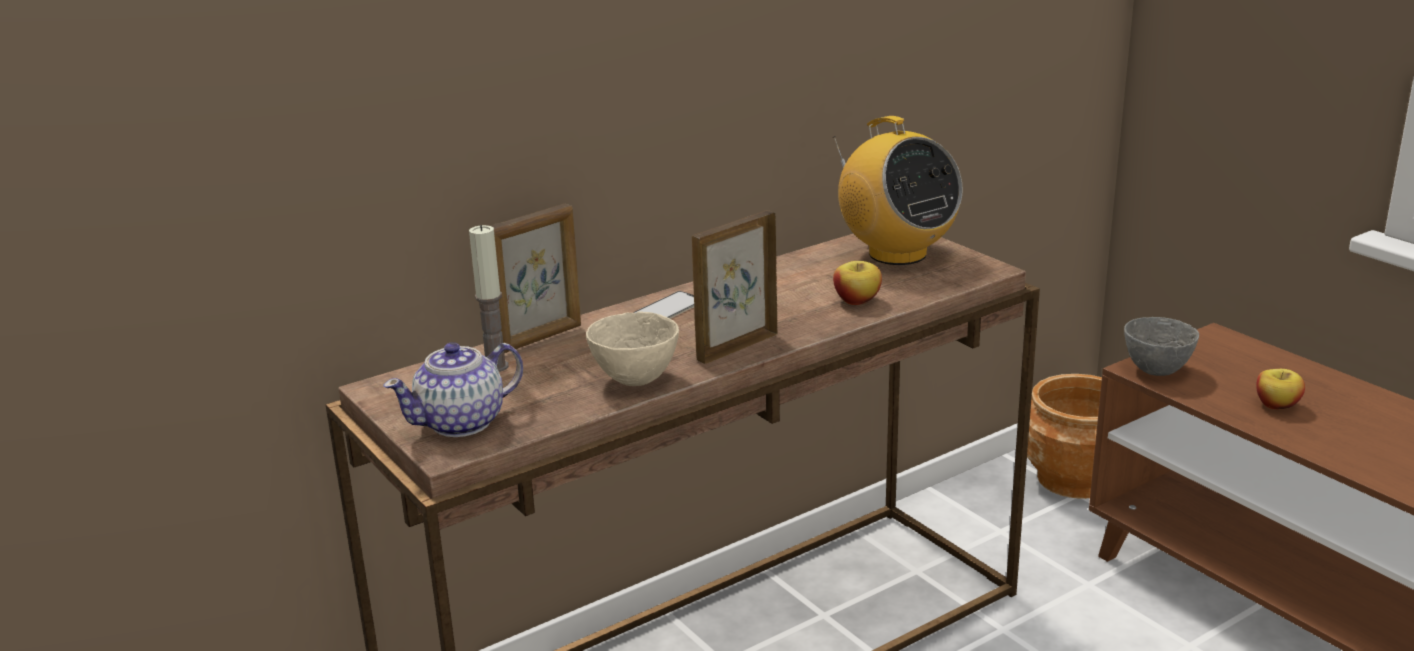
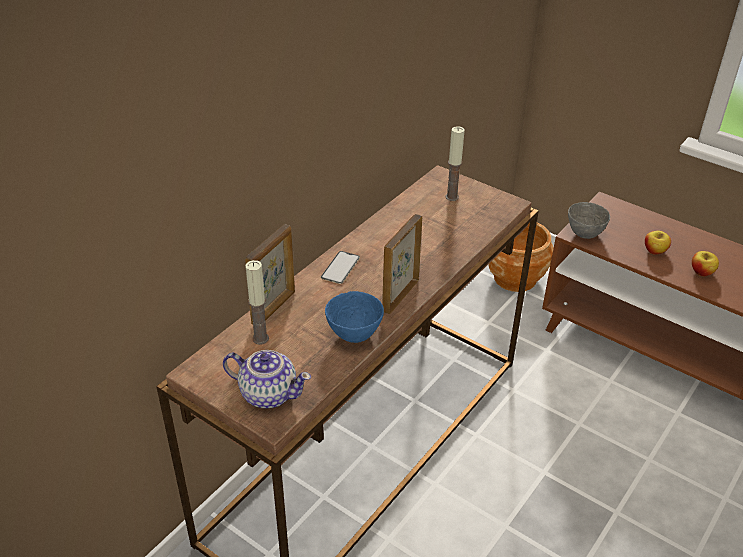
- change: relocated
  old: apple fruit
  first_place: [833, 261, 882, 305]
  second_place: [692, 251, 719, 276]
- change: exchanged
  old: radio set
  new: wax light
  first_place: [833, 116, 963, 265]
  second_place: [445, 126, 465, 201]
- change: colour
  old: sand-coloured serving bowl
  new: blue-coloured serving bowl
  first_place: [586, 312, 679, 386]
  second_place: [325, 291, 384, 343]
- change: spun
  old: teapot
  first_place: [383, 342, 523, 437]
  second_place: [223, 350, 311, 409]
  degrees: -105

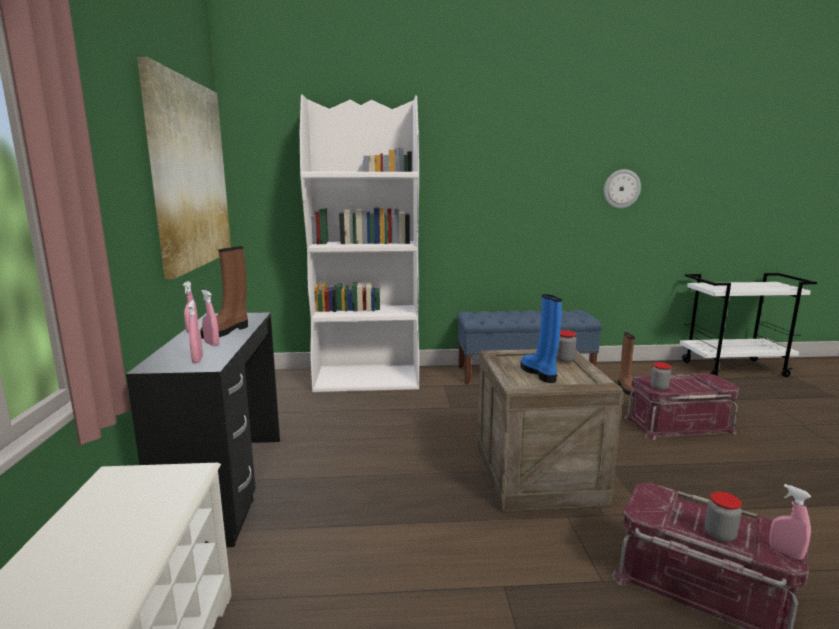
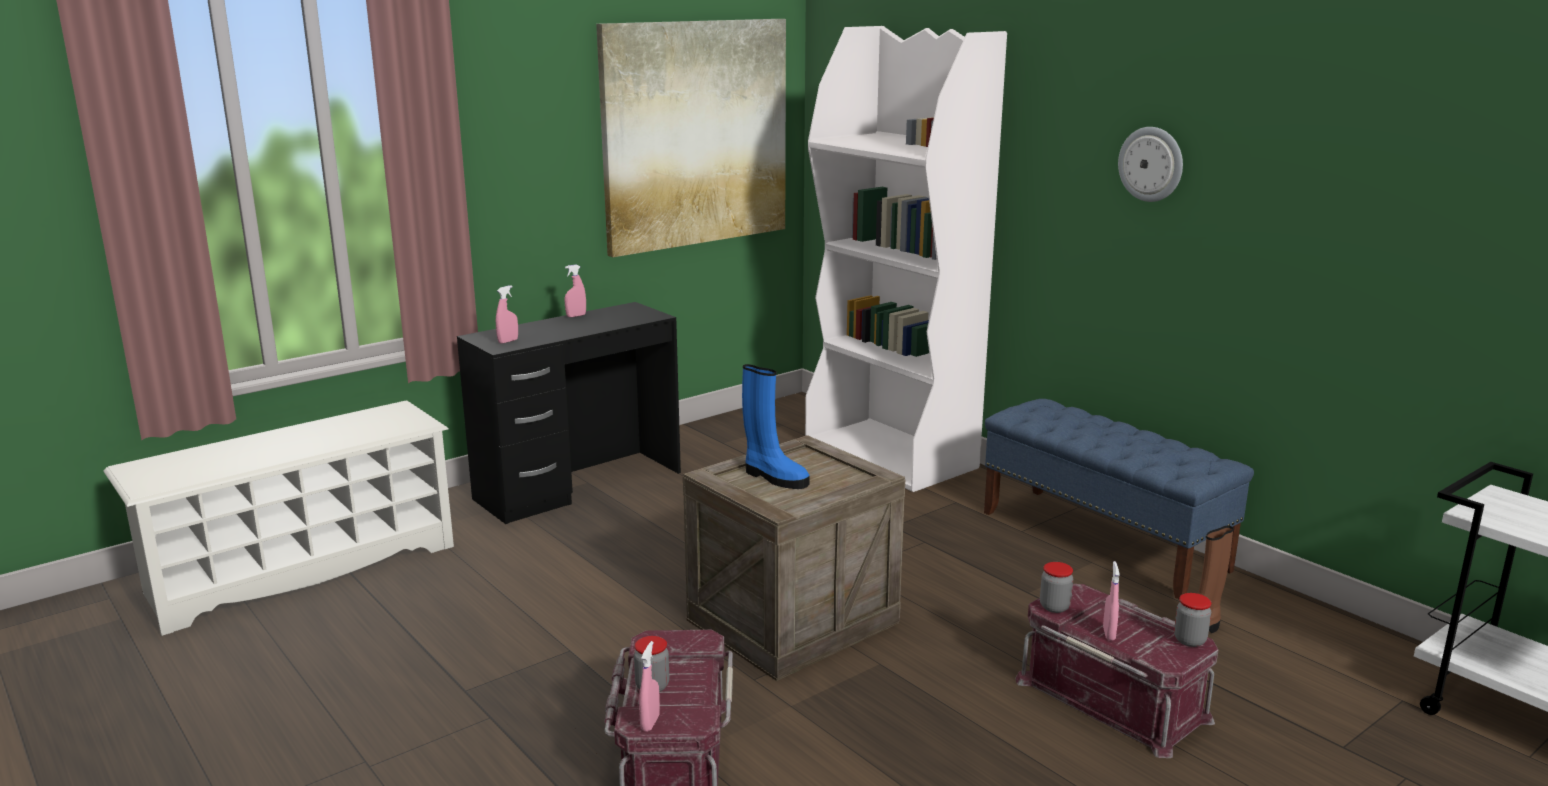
- change: missing
  old: brownish tall boot
  first_place: [200, 246, 248, 339]
- change: relocated
  old: pinkish spray bottle
  first_place: [201, 290, 219, 346]
  second_place: [1103, 561, 1120, 640]
- change: relocated
  old: storage jar
  first_place: [556, 330, 577, 363]
  second_place: [1174, 593, 1211, 647]
- change: relocated
  old: clock on the wall
  first_place: [603, 169, 641, 209]
  second_place: [1118, 127, 1183, 202]
- change: spun
  old: blue-coloured tall boot
  first_place: [520, 294, 562, 383]
  second_place: [742, 364, 810, 489]
  degrees: 90

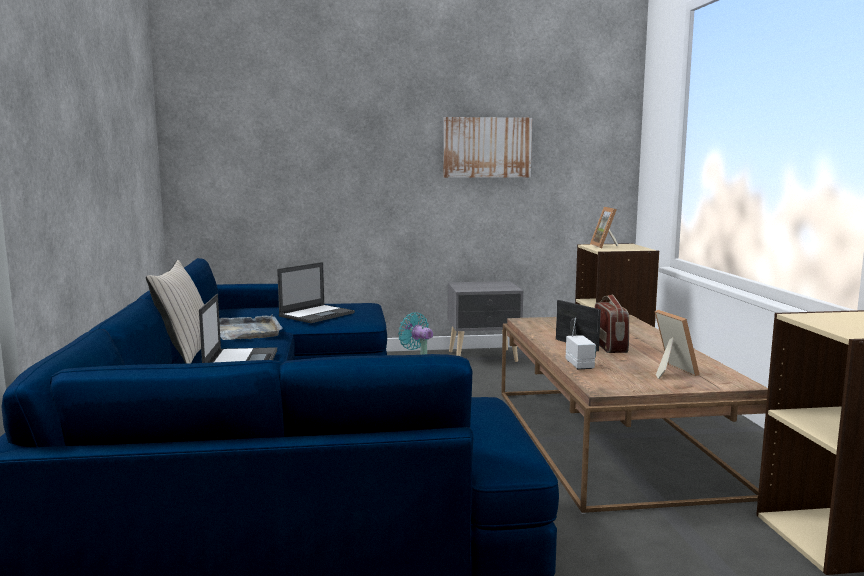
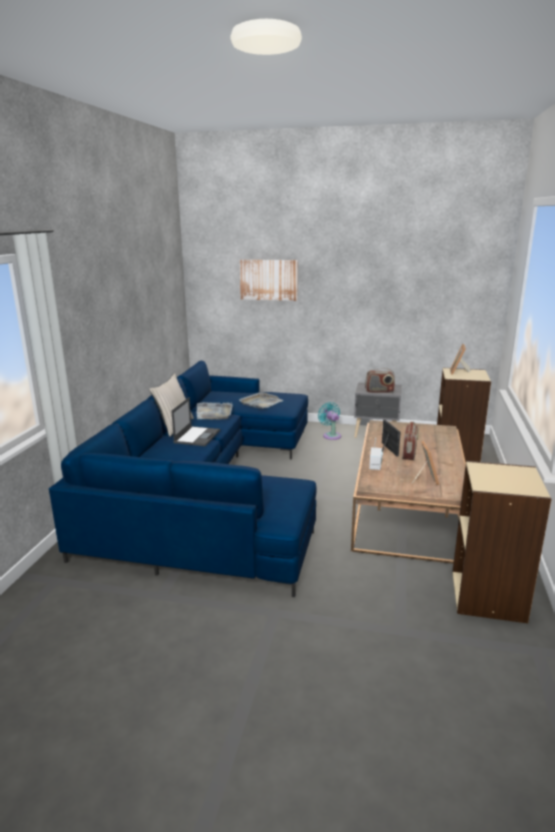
- change: appeared
  new: radio set
  second_place: [365, 368, 395, 393]
- change: relocated
  old: wall picture
  first_place: [444, 117, 532, 178]
  second_place: [240, 259, 298, 301]
- change: exchanged
  old: portable computer
  new: greyish serving tray
  first_place: [277, 262, 355, 323]
  second_place: [239, 392, 283, 409]

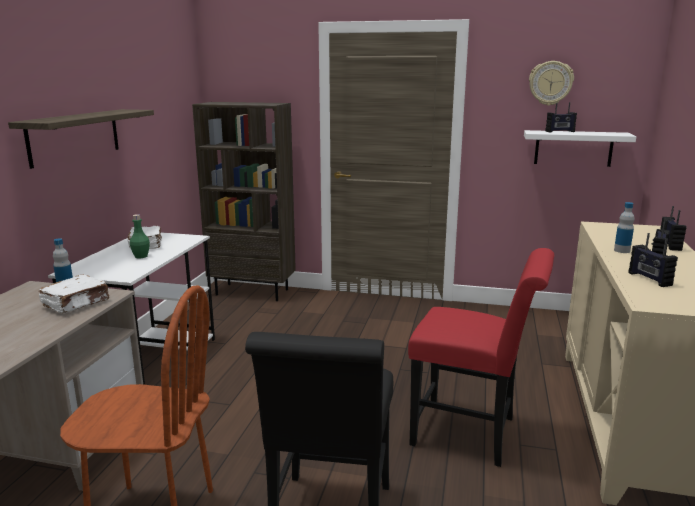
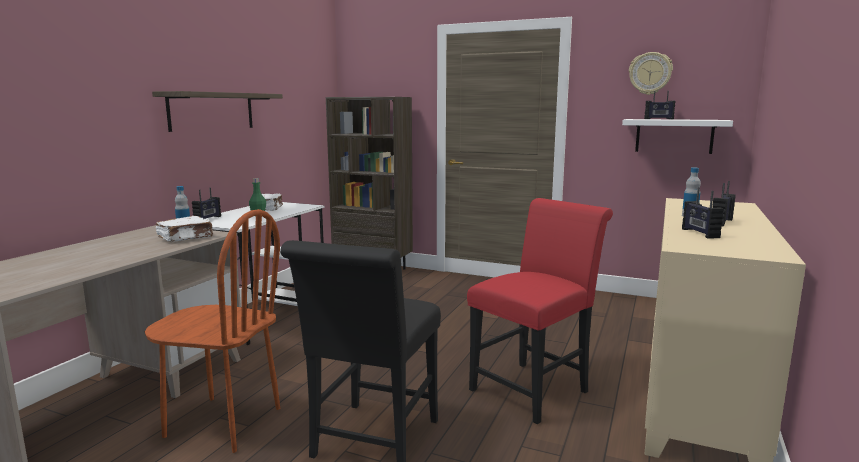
- change: relocated
  old: radio set
  first_place: [660, 206, 687, 251]
  second_place: [192, 188, 221, 219]
- change: spun
  old: red upright chair
  first_place: [408, 248, 554, 467]
  second_place: [467, 198, 613, 424]
  degrees: -75

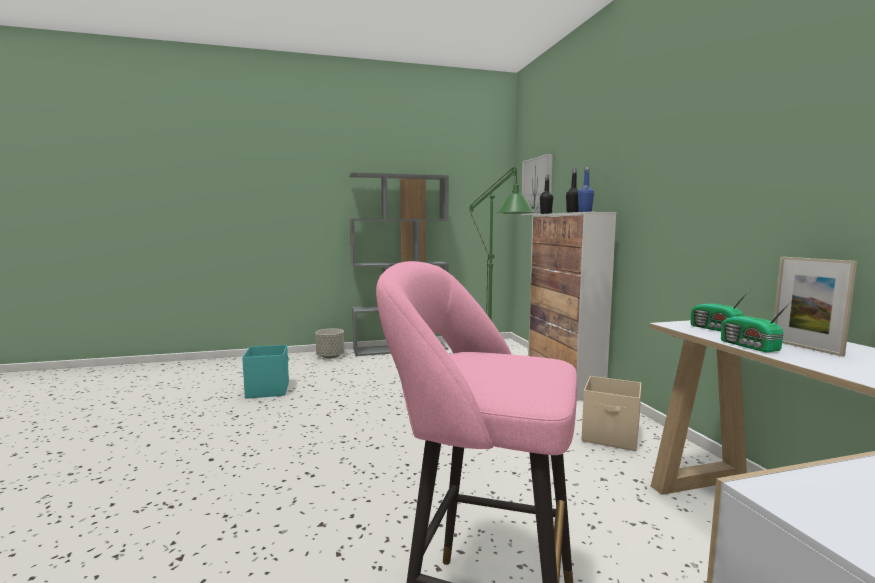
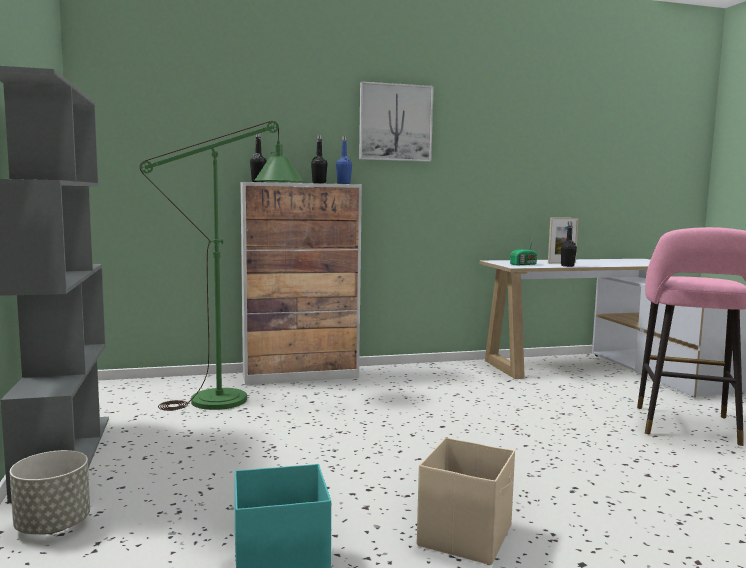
- change: relocated
  old: wall picture
  first_place: [521, 154, 553, 216]
  second_place: [359, 81, 434, 162]
- change: relocated
  old: sand-coloured storage container
  first_place: [582, 376, 641, 451]
  second_place: [417, 438, 515, 565]
- change: exchanged
  old: radio set
  new: black drink bottle
  first_place: [721, 300, 792, 353]
  second_place: [561, 222, 577, 267]

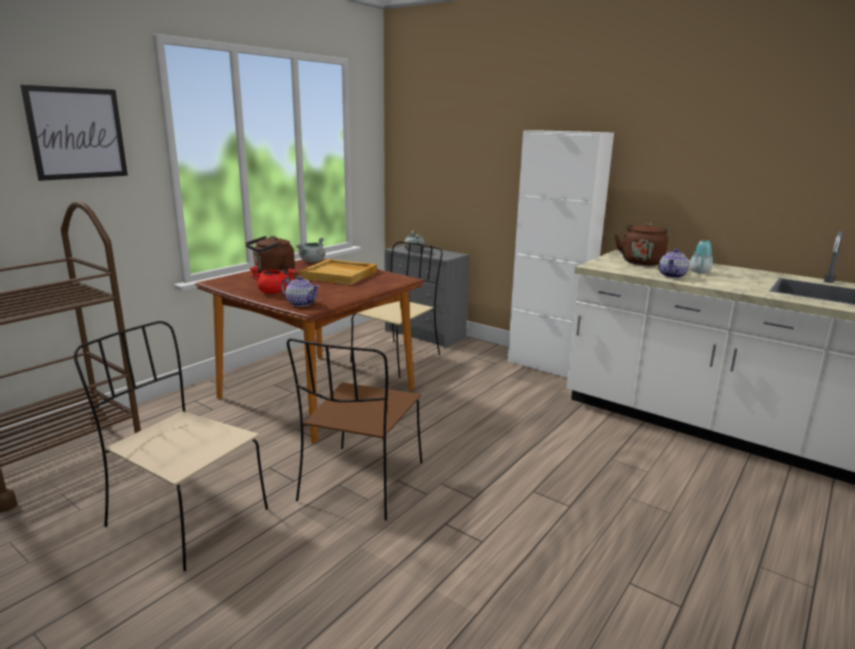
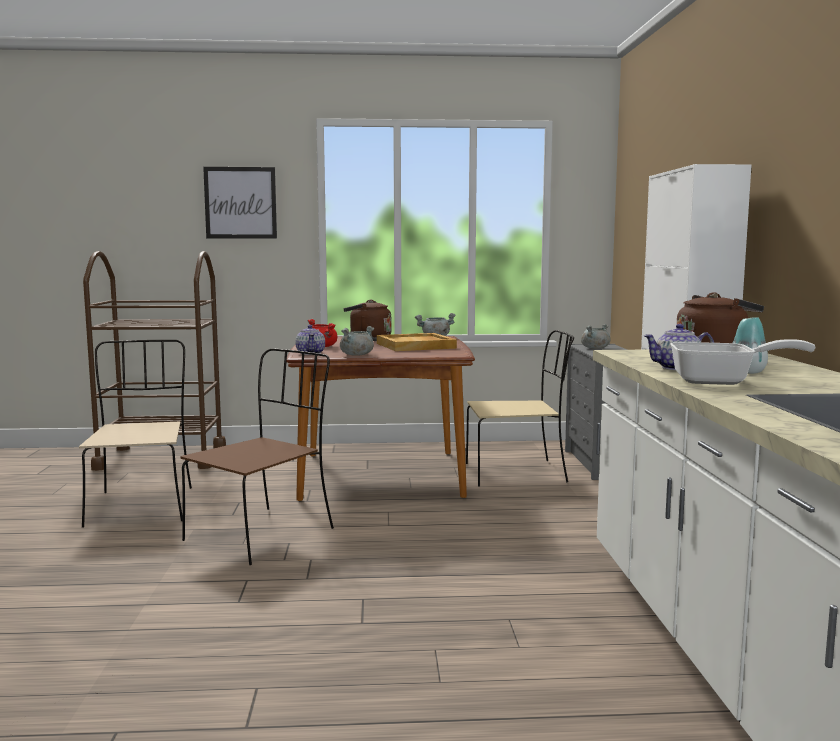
- change: appeared
  new: greyish saucepot
  second_place: [340, 326, 374, 356]
- change: appeared
  new: pan
  second_place: [670, 339, 816, 385]
- change: spun
  old: brownish upright chair
  first_place: [287, 338, 422, 520]
  second_place: [181, 348, 334, 565]
  degrees: 150

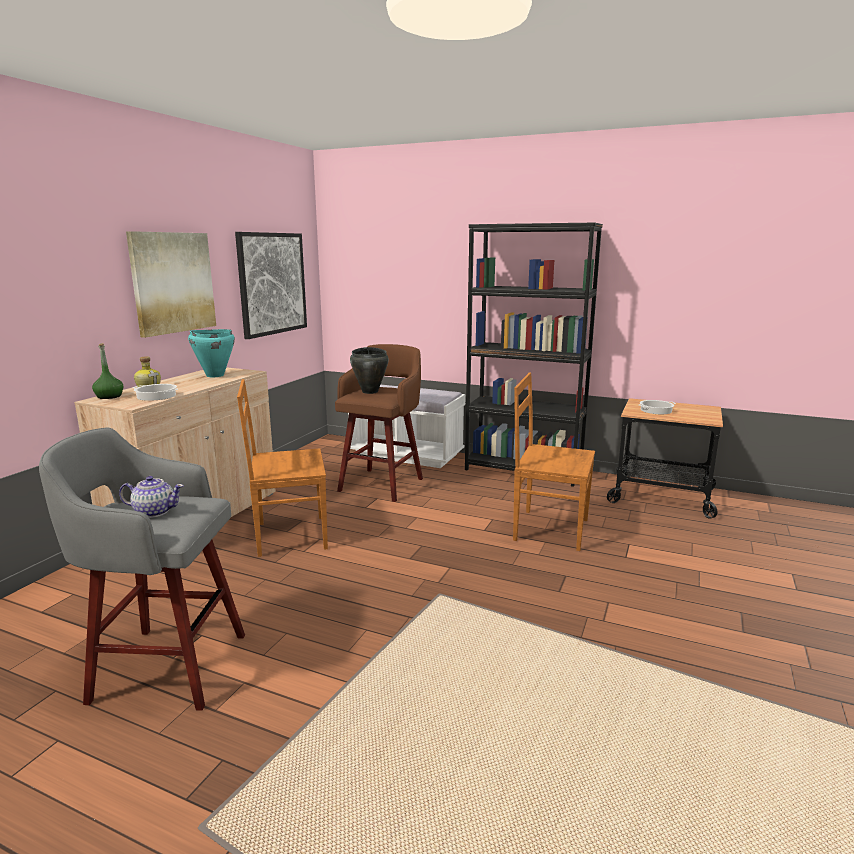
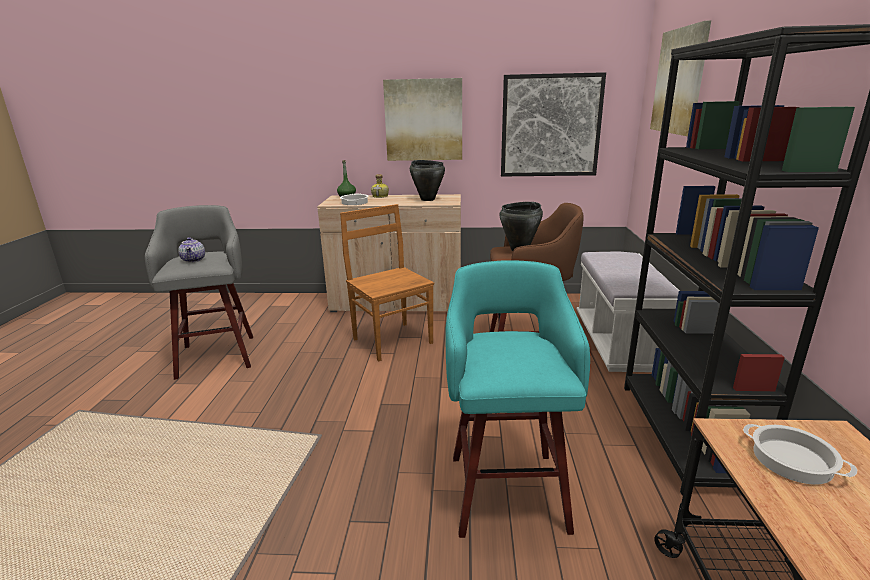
- change: appeared
  new: wall picture
  second_place: [650, 20, 711, 136]
- change: exchanged
  old: brownish upright chair
  new: turquoise stool seat
  first_place: [513, 372, 595, 551]
  second_place: [445, 260, 590, 538]
- change: colour
  old: turquoise saucepot
  new: black saucepot
  first_place: [188, 329, 235, 377]
  second_place: [410, 160, 445, 201]

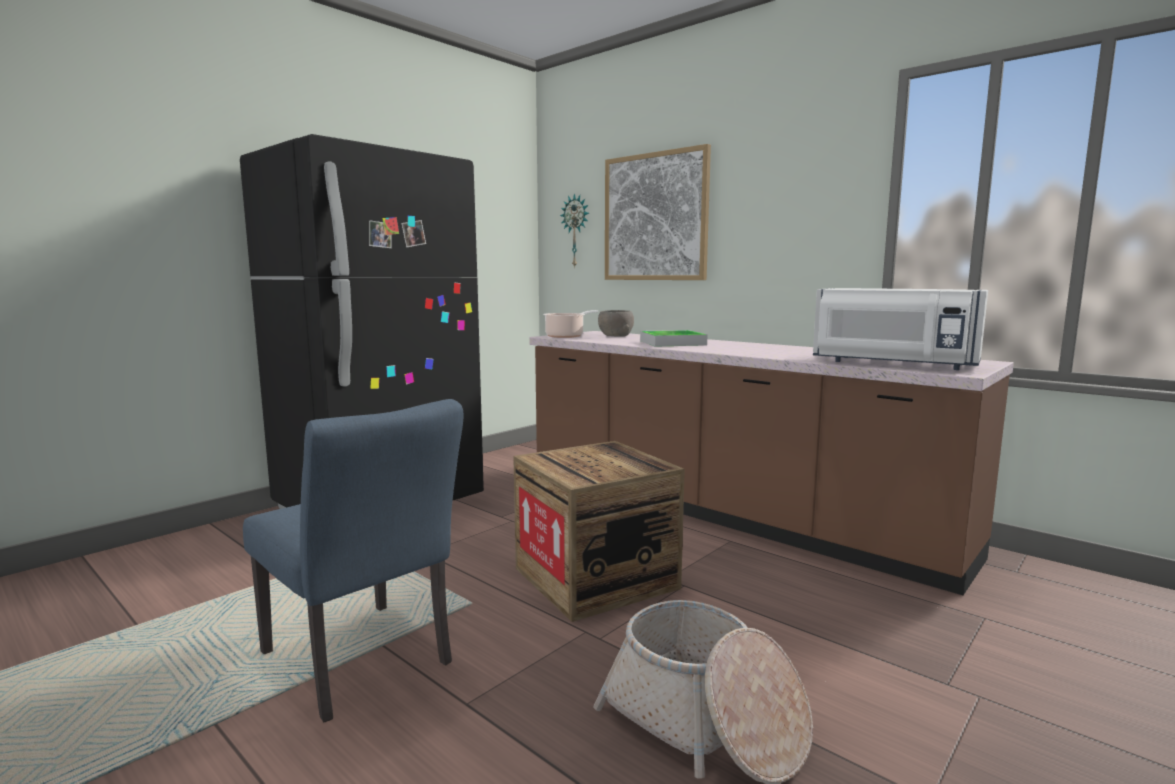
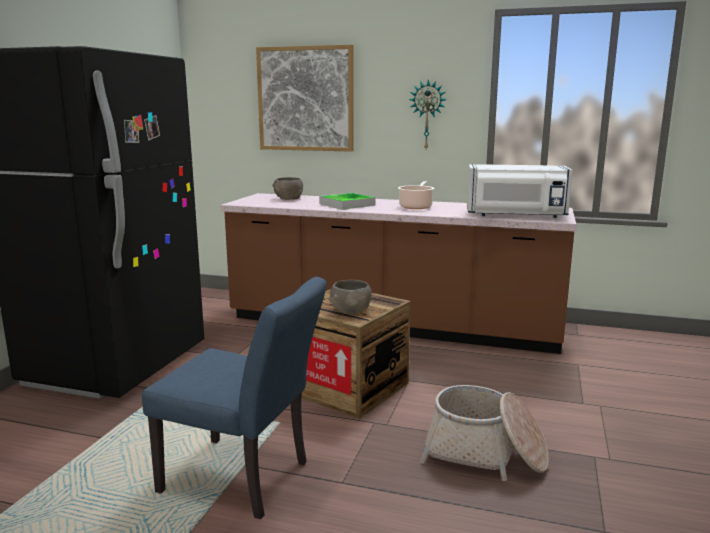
- change: appeared
  new: greyish serving bowl
  second_place: [329, 280, 372, 314]
- change: relocated
  old: saucepot
  first_place: [543, 310, 598, 338]
  second_place: [398, 181, 435, 209]
- change: relocated
  old: clock on the wall
  first_place: [560, 193, 589, 268]
  second_place: [409, 79, 447, 149]

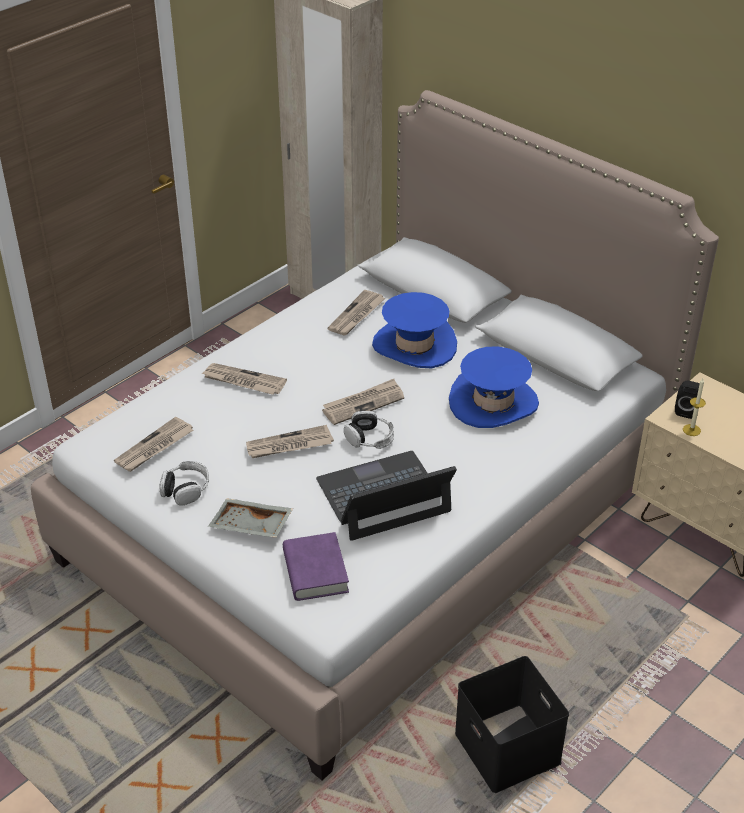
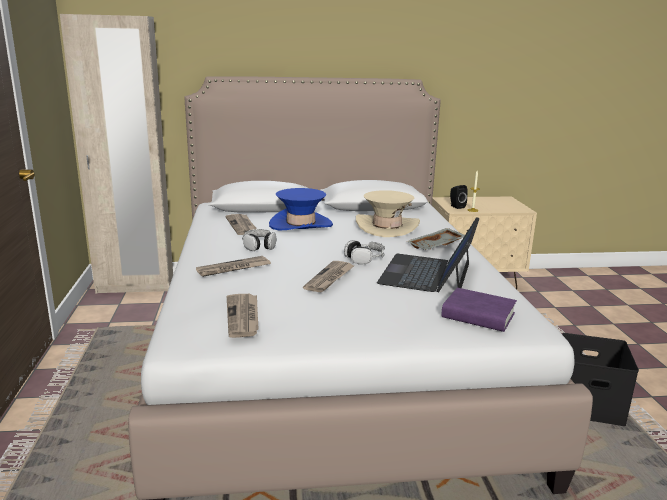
- change: missing
  old: daily paper
  first_place: [322, 379, 404, 425]
- change: relocated
  old: headset
  first_place: [160, 461, 209, 506]
  second_place: [242, 229, 276, 251]
- change: relocated
  old: greyish serving tray
  first_place: [208, 498, 293, 538]
  second_place: [407, 228, 465, 250]
- change: colour
  old: blue-coloured hat
  new: sand-coloured hat
  first_place: [449, 346, 539, 428]
  second_place: [356, 190, 420, 237]

